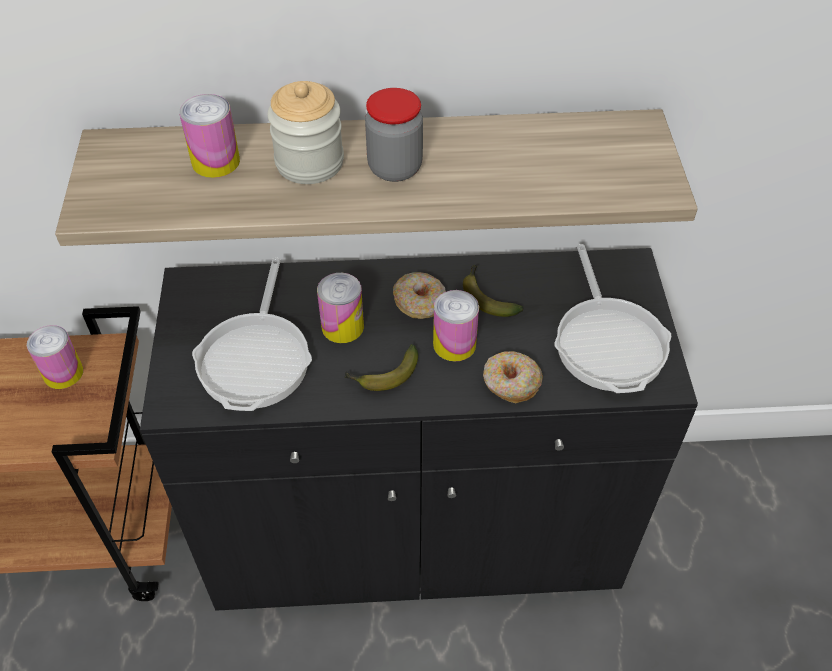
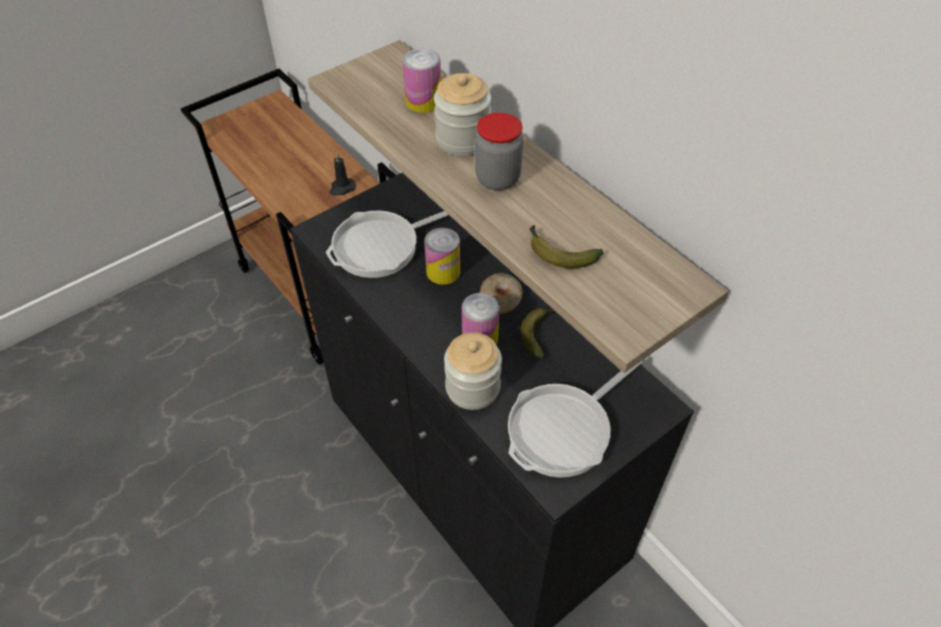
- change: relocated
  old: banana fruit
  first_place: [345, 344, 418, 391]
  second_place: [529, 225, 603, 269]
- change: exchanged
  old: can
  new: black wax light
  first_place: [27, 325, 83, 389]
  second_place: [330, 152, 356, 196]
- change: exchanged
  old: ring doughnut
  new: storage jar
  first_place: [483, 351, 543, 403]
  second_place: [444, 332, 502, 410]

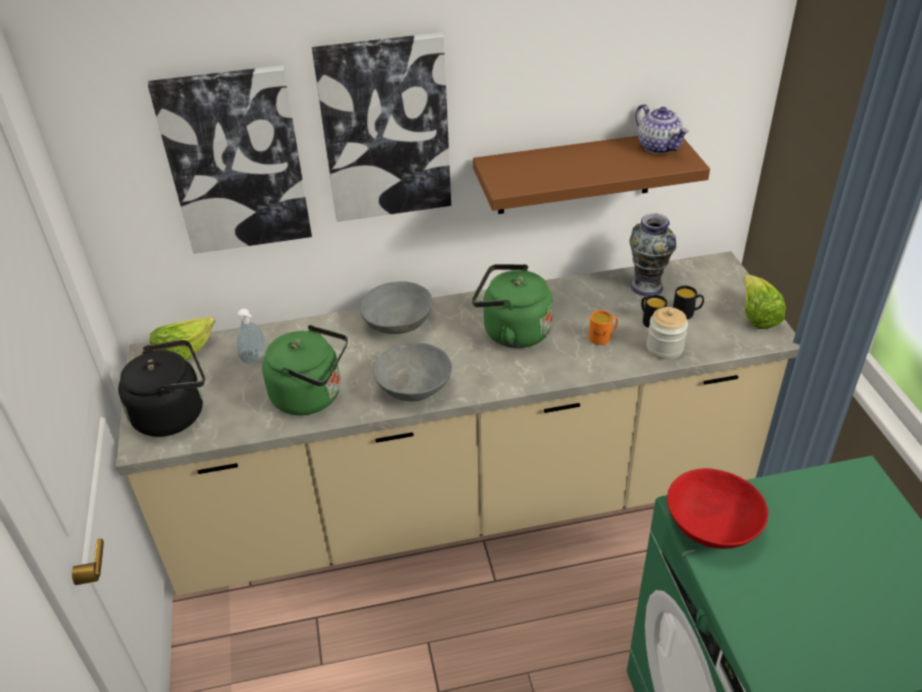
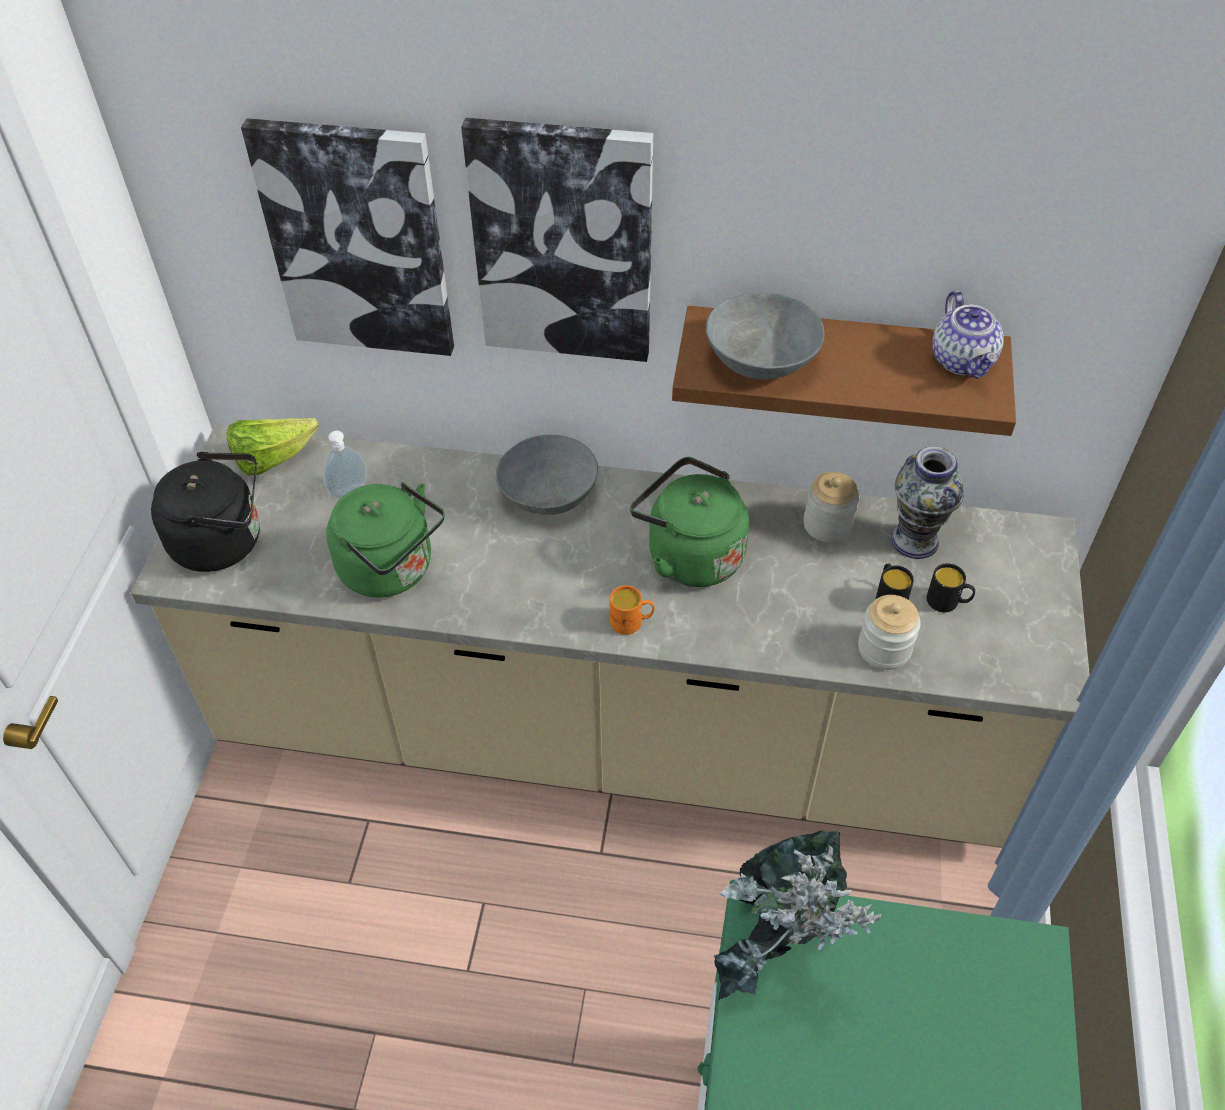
- change: missing
  old: head of lettuce
  first_place: [743, 275, 786, 329]
- change: appeared
  new: storage jar
  second_place: [803, 472, 859, 542]
- change: relocated
  old: greyish serving bowl
  first_place: [373, 343, 452, 402]
  second_place: [706, 292, 825, 380]
- change: relocated
  old: orange-coloured coffee mug
  first_place: [589, 310, 618, 345]
  second_place: [610, 585, 655, 635]
- change: exchanged
  old: red serving bowl
  new: potted plant
  first_place: [667, 468, 768, 549]
  second_place: [714, 830, 882, 1001]

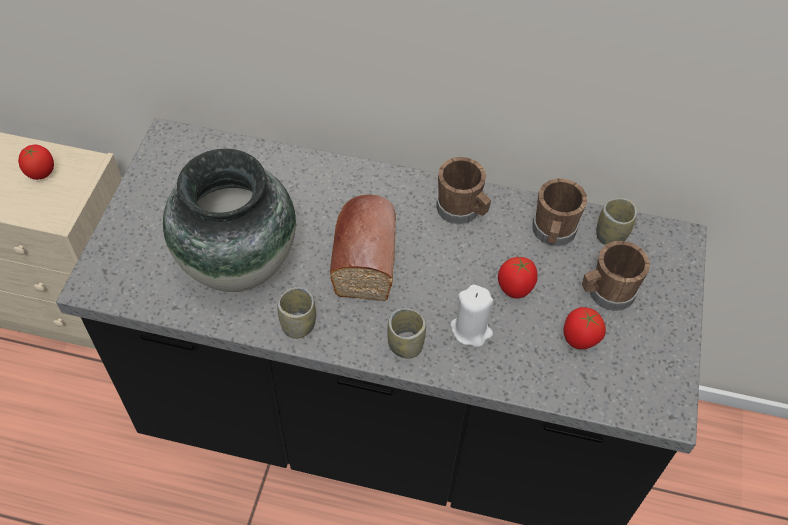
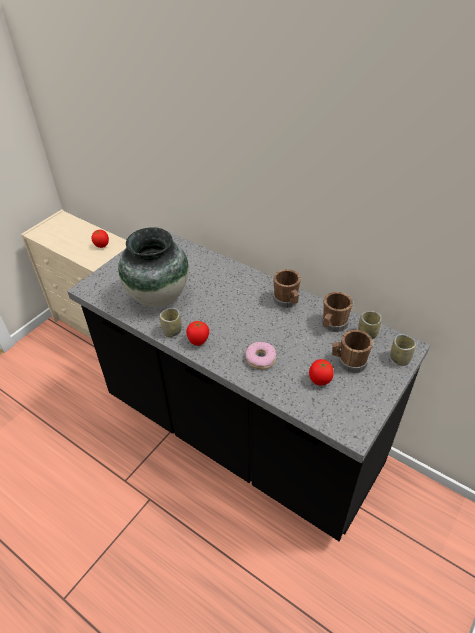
- change: missing
  old: bread
  first_place: [330, 195, 396, 301]
- change: relocated
  old: drinking cup
  first_place: [387, 308, 426, 359]
  second_place: [390, 334, 416, 366]
- change: relocated
  old: tomato
  first_place: [498, 257, 538, 299]
  second_place: [186, 321, 209, 346]
- change: exchanged
  old: whitish wax light
  new: ring doughnut
  first_place: [451, 284, 493, 347]
  second_place: [245, 342, 276, 369]

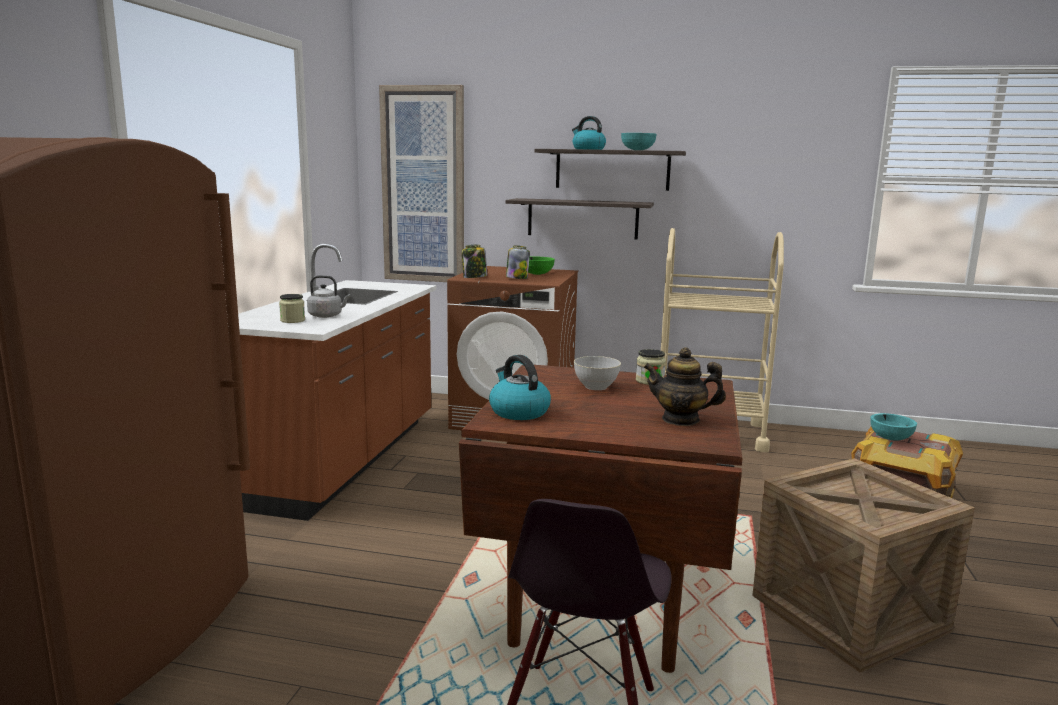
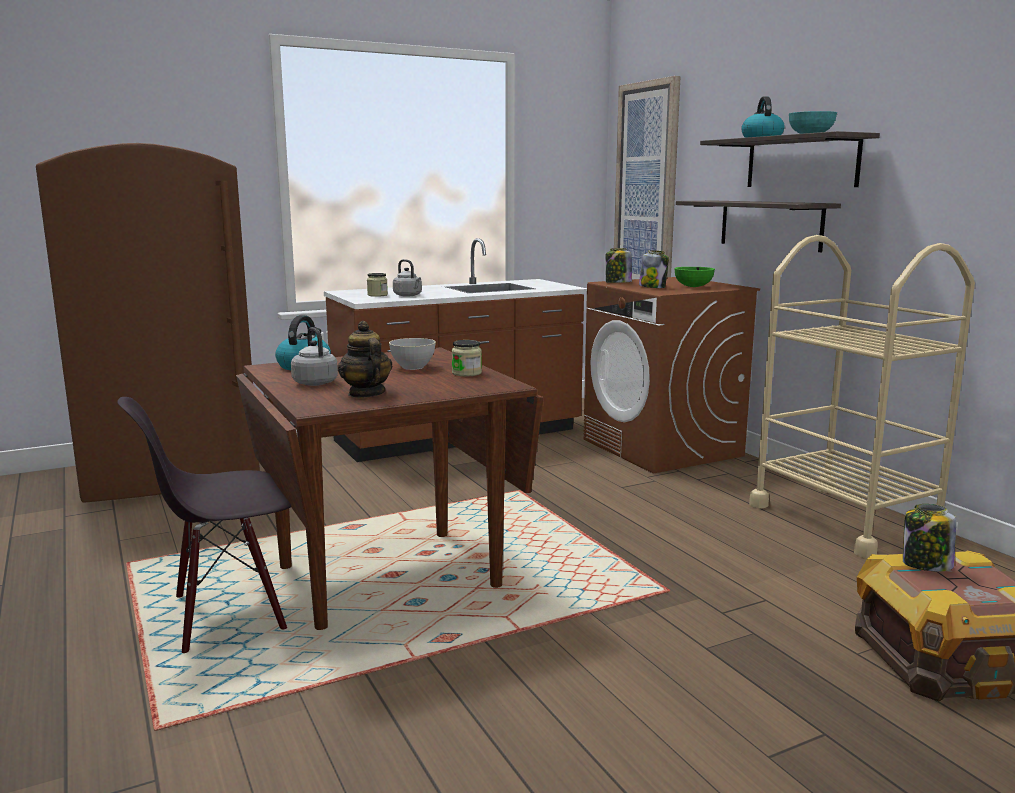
- change: missing
  old: crate
  first_place: [752, 458, 975, 673]
- change: appeared
  new: greyish tea kettle
  second_place: [291, 327, 338, 386]
- change: exchanged
  old: turquoise serving bowl
  new: storage jar
  first_place: [870, 413, 917, 441]
  second_place: [903, 504, 956, 571]

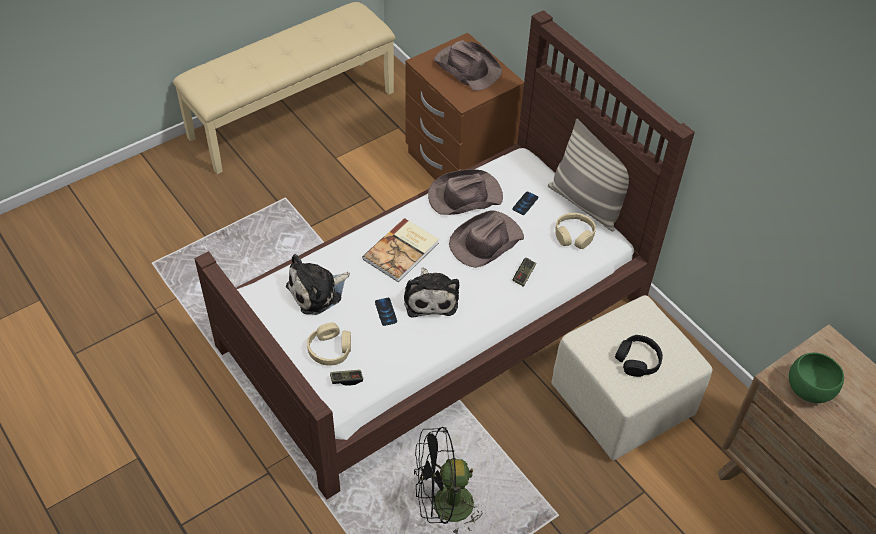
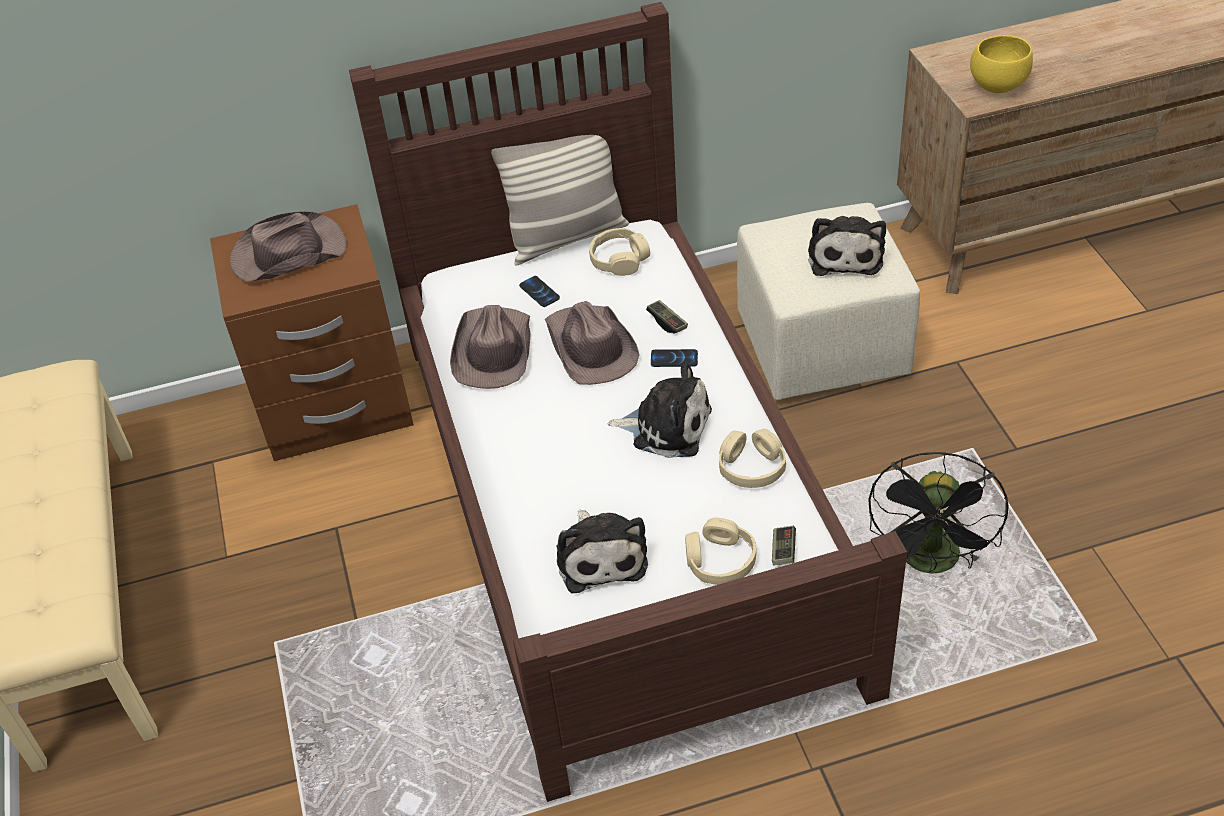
- change: missing
  old: book
  first_place: [362, 218, 439, 282]
- change: appeared
  new: sand-coloured headset
  second_place: [719, 429, 786, 488]
- change: relocated
  old: phone
  first_place: [375, 298, 397, 326]
  second_place: [651, 349, 698, 367]
- change: exchanged
  old: black headset
  new: plush toy
  first_place: [615, 335, 663, 377]
  second_place: [808, 216, 886, 276]
- change: colour
  old: greenish serving bowl
  new: yellow-coloured serving bowl
  first_place: [789, 353, 844, 403]
  second_place: [970, 35, 1033, 93]

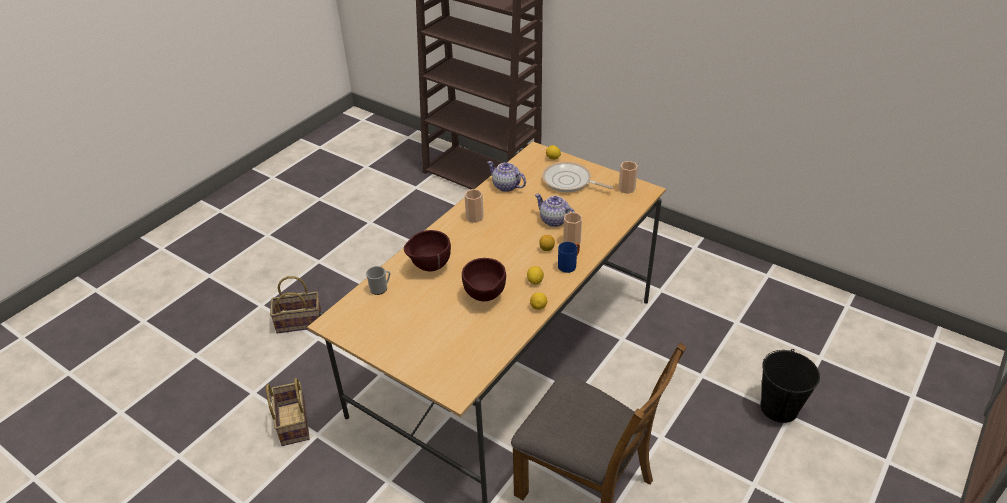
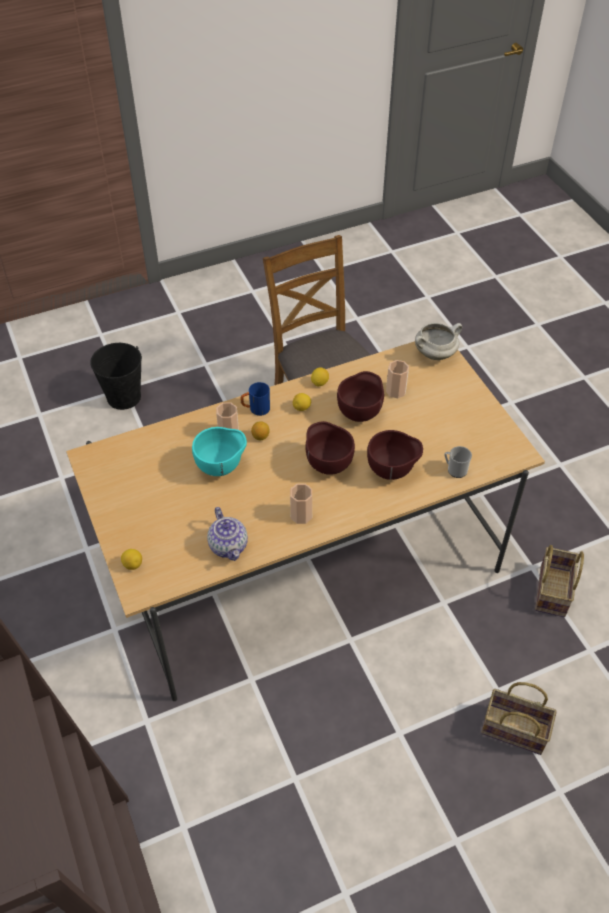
- change: missing
  old: pan
  first_place: [542, 162, 613, 192]
- change: appeared
  new: brownish serving bowl
  second_place: [305, 421, 355, 475]
- change: appeared
  new: whitish saucepot
  second_place: [415, 323, 462, 360]
- change: relocated
  old: drinking cup
  first_place: [618, 161, 638, 194]
  second_place: [386, 360, 409, 398]
- change: exchanged
  old: teapot
  new: turquoise serving bowl
  first_place: [535, 194, 575, 227]
  second_place: [192, 427, 247, 476]

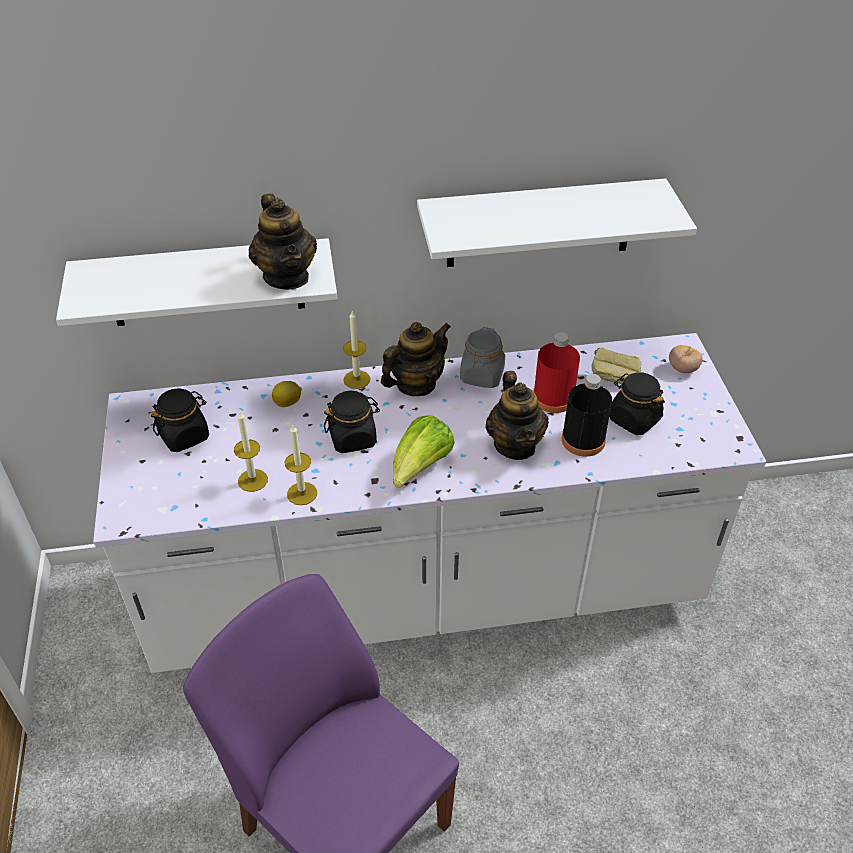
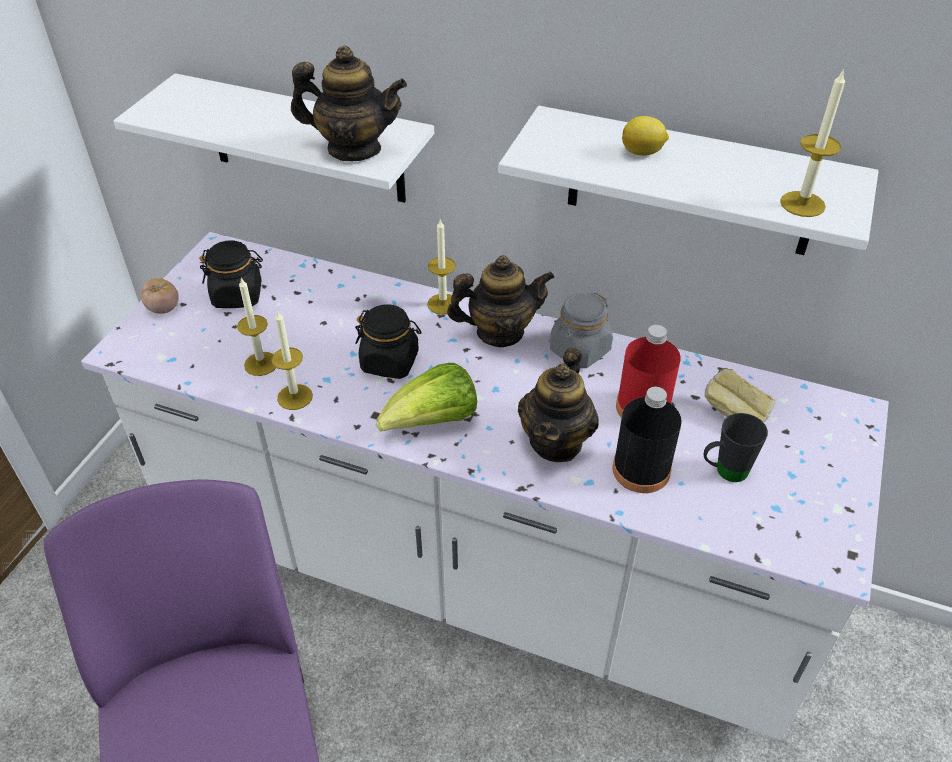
- change: appeared
  new: wax light
  second_place: [780, 69, 845, 217]
- change: relocated
  old: citrus fruit
  first_place: [272, 381, 302, 407]
  second_place: [622, 116, 669, 156]
- change: relocated
  old: tomato
  first_place: [669, 345, 703, 373]
  second_place: [141, 278, 179, 314]
- change: exchanged
  old: black storage jar
  new: black coffee mug
  first_place: [610, 372, 665, 435]
  second_place: [704, 413, 768, 482]
- change: spun
  old: teapot
  first_place: [249, 193, 317, 290]
  second_place: [291, 46, 407, 161]
  degrees: -90

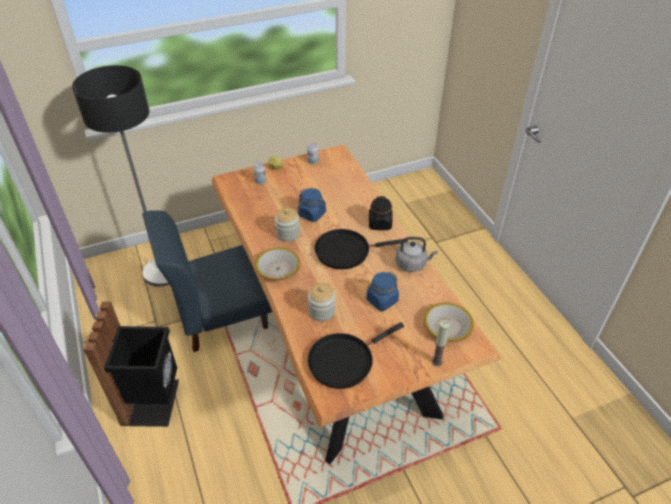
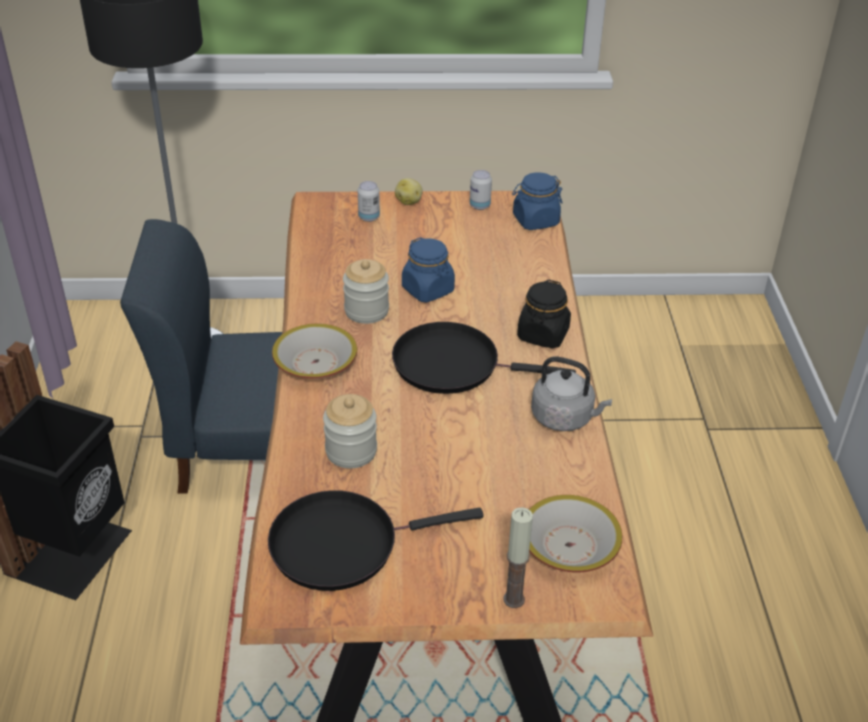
- change: relocated
  old: blue-coloured storage jar
  first_place: [366, 272, 399, 311]
  second_place: [512, 172, 562, 230]

